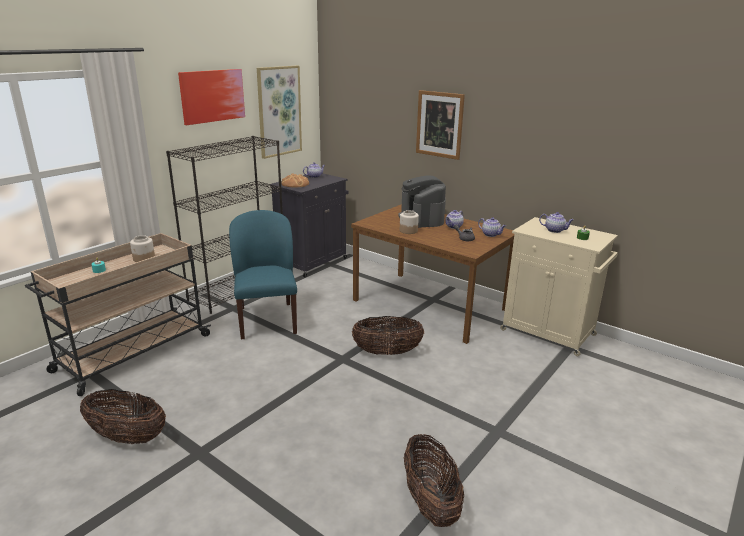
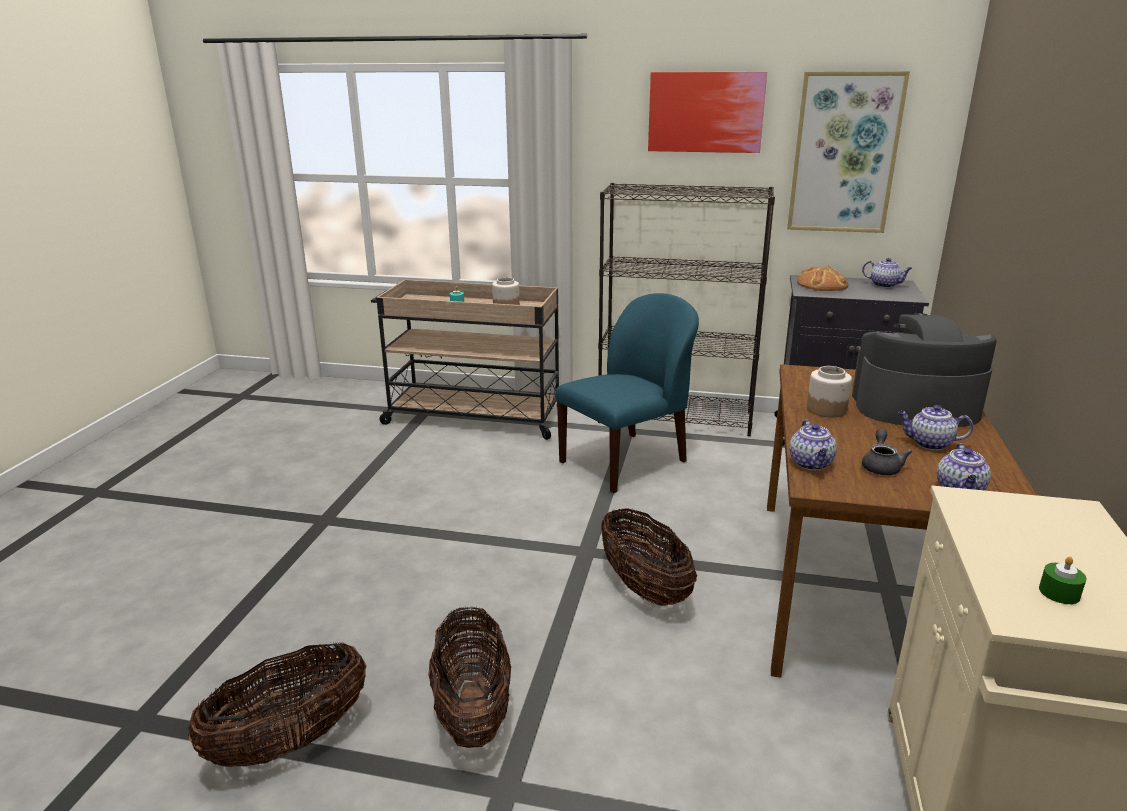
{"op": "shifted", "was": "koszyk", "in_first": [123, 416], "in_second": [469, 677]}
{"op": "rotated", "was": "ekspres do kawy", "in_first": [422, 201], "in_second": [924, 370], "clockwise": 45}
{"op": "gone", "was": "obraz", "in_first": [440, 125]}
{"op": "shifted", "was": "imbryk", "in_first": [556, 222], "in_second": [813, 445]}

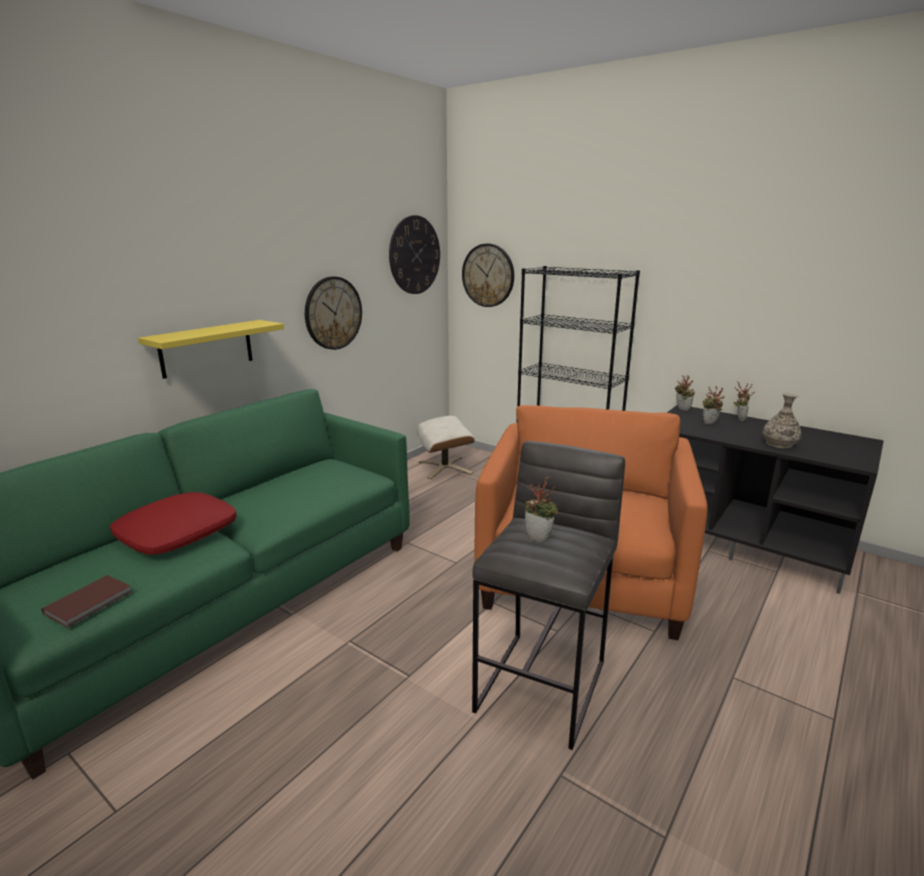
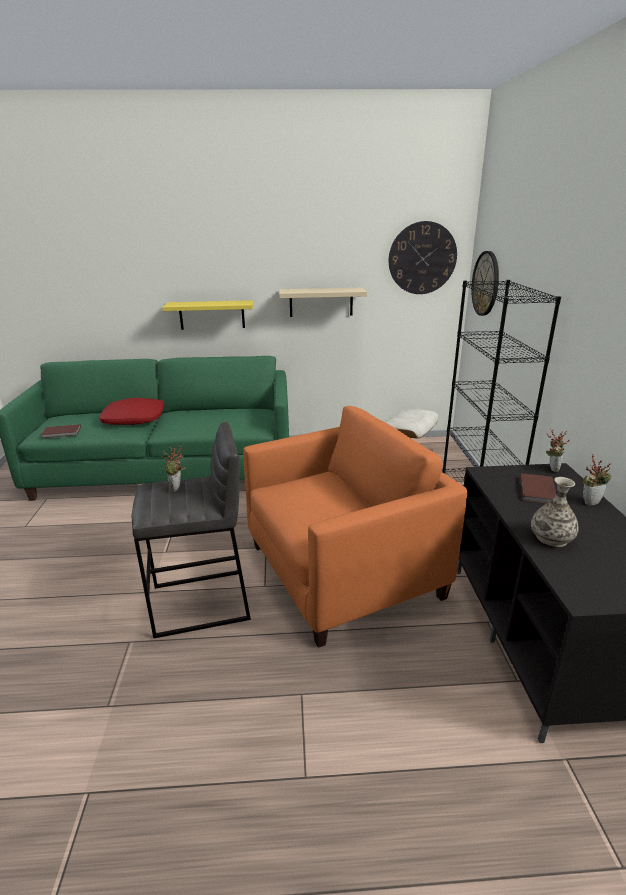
{"op": "swapped", "was": "zegar ścienny", "now": "półka [beżowy]", "in_first": [333, 313], "in_second": [323, 302]}
{"op": "swapped", "was": "roślina doniczkowa", "now": "książka [brązowy]", "in_first": [713, 405], "in_second": [538, 488]}

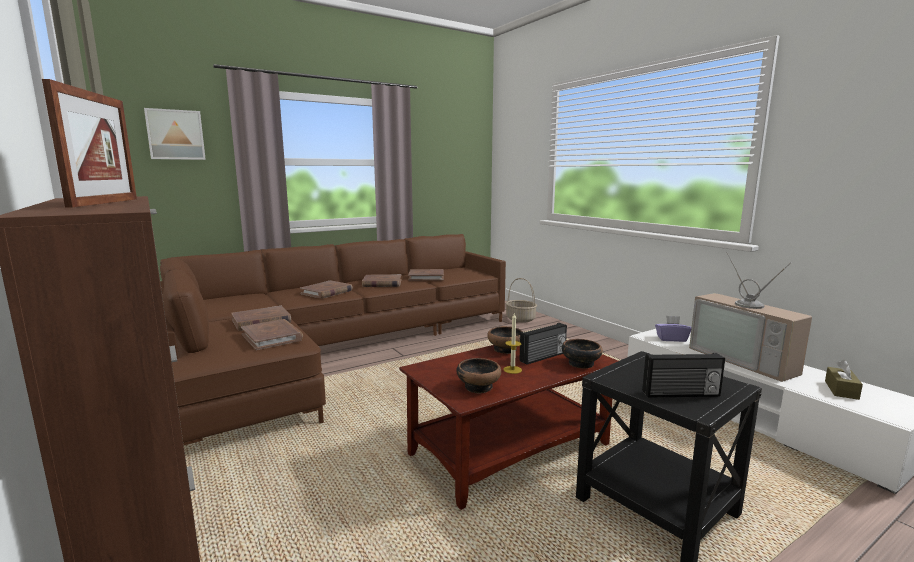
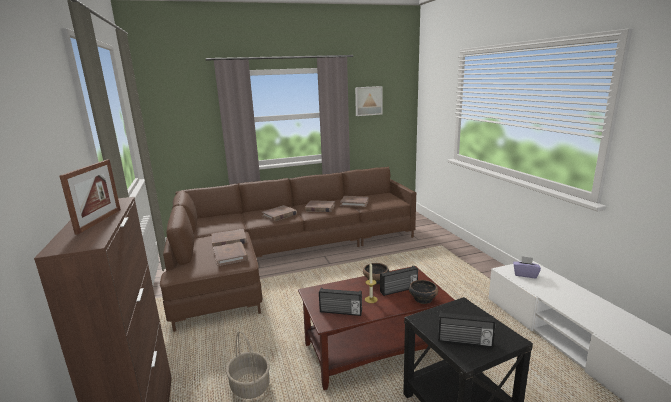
{"op": "shifted", "was": "obraz", "in_first": [175, 134], "in_second": [368, 101]}
{"op": "swapped", "was": "miska", "now": "radio", "in_first": [478, 375], "in_second": [340, 302]}
{"op": "shifted", "was": "koszyk", "in_first": [521, 300], "in_second": [248, 365]}
{"op": "gone", "was": "telewizor", "in_first": [750, 317]}
{"op": "gone", "was": "pudełko chusteczek [brązowy]", "in_first": [844, 380]}

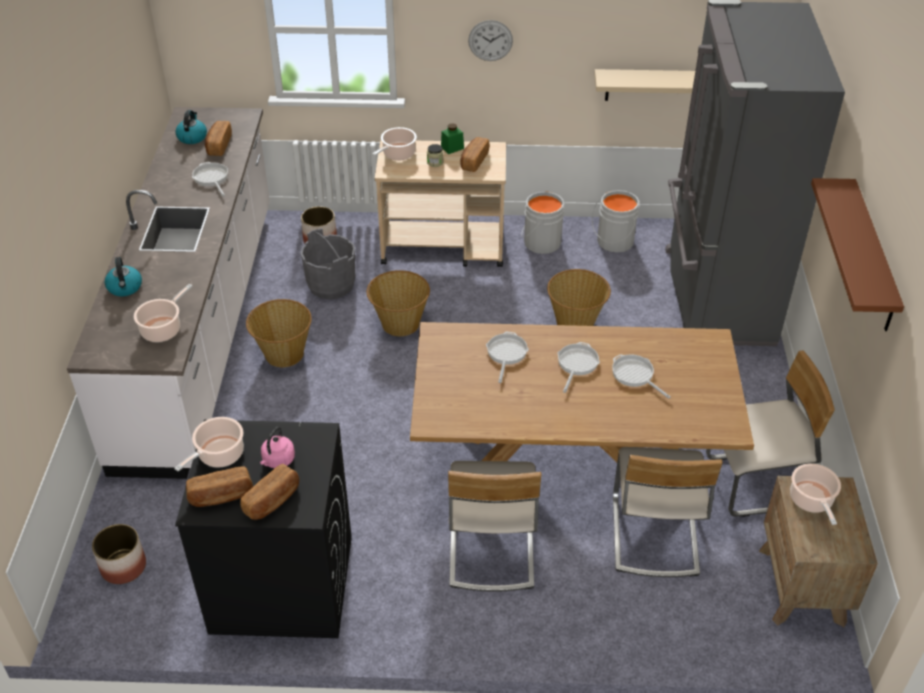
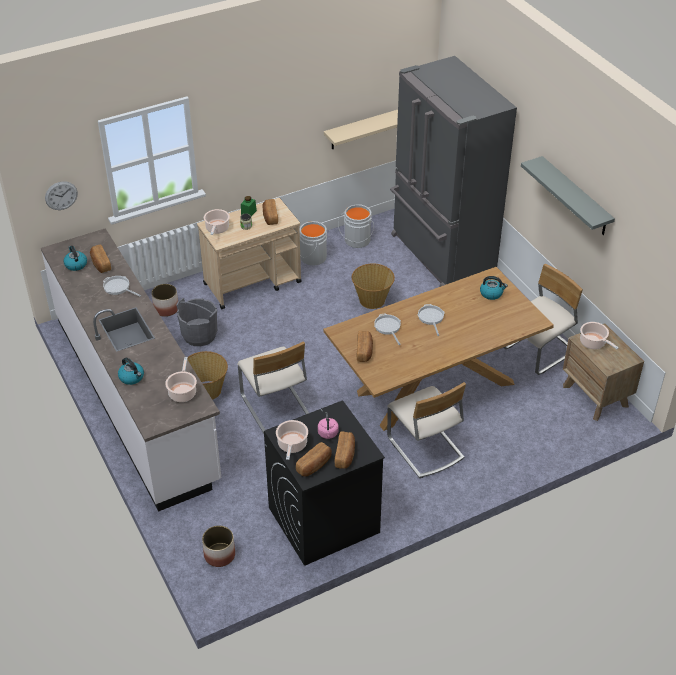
{"op": "gone", "was": "koszyk", "in_first": [398, 303]}
{"op": "shifted", "was": "zegar ścienny", "in_first": [490, 40], "in_second": [61, 195]}
{"op": "gone", "was": "patelnia", "in_first": [641, 376]}
{"op": "shifted", "was": "krzesło [beżowy]", "in_first": [668, 512], "in_second": [273, 387]}
{"op": "repainted", "was": "półka [brązowy]", "now": "półka [szary]", "in_first": [857, 254], "in_second": [568, 195]}
{"op": "new", "now": "chleb", "in_second": [364, 346]}
{"op": "new", "now": "czajnik", "in_second": [494, 288]}

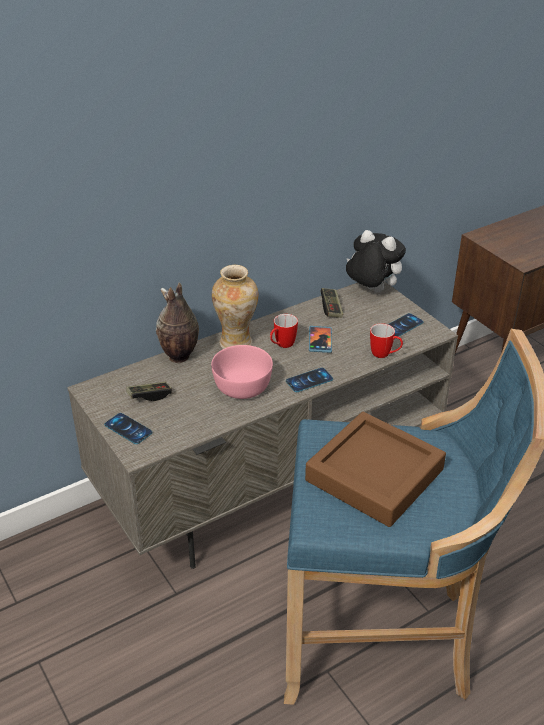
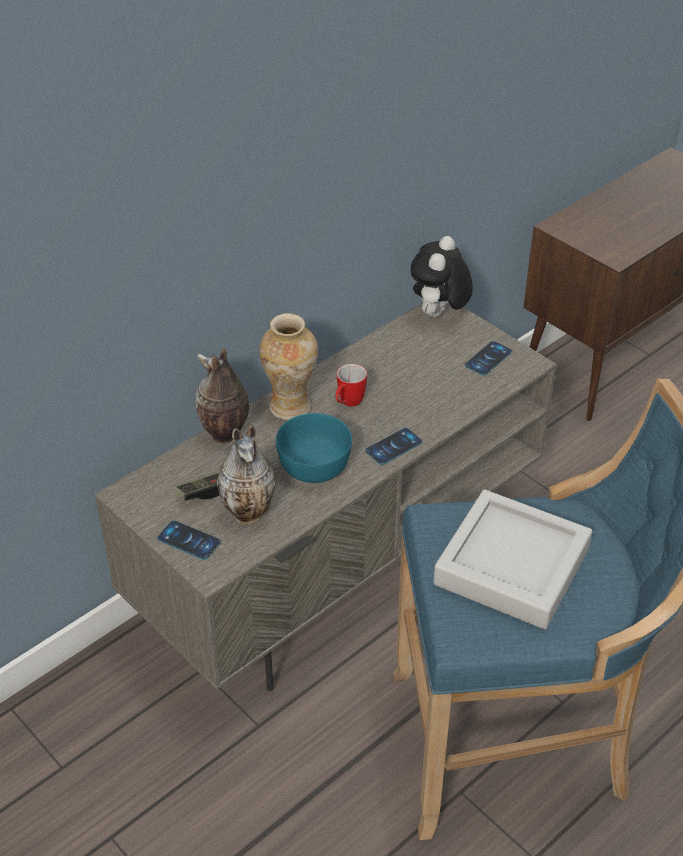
{"op": "repainted", "was": "miska [różowy]", "now": "miska [turkusowy]", "in_first": [242, 372], "in_second": [314, 448]}
{"op": "repainted", "was": "taca [brązowy]", "now": "taca [szary]", "in_first": [375, 469], "in_second": [512, 559]}
{"op": "gone", "was": "telefon", "in_first": [320, 339]}
{"op": "gone", "was": "pad do gier", "in_first": [332, 303]}
{"op": "rotated", "was": "pluszak", "in_first": [376, 261], "in_second": [442, 276], "clockwise": -90}
{"op": "gone", "was": "kubek", "in_first": [386, 340]}
{"op": "new", "now": "wazon", "in_second": [247, 475]}

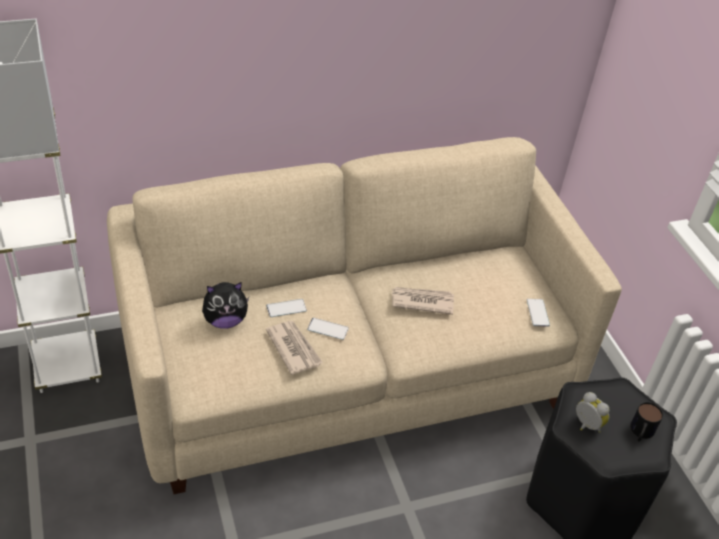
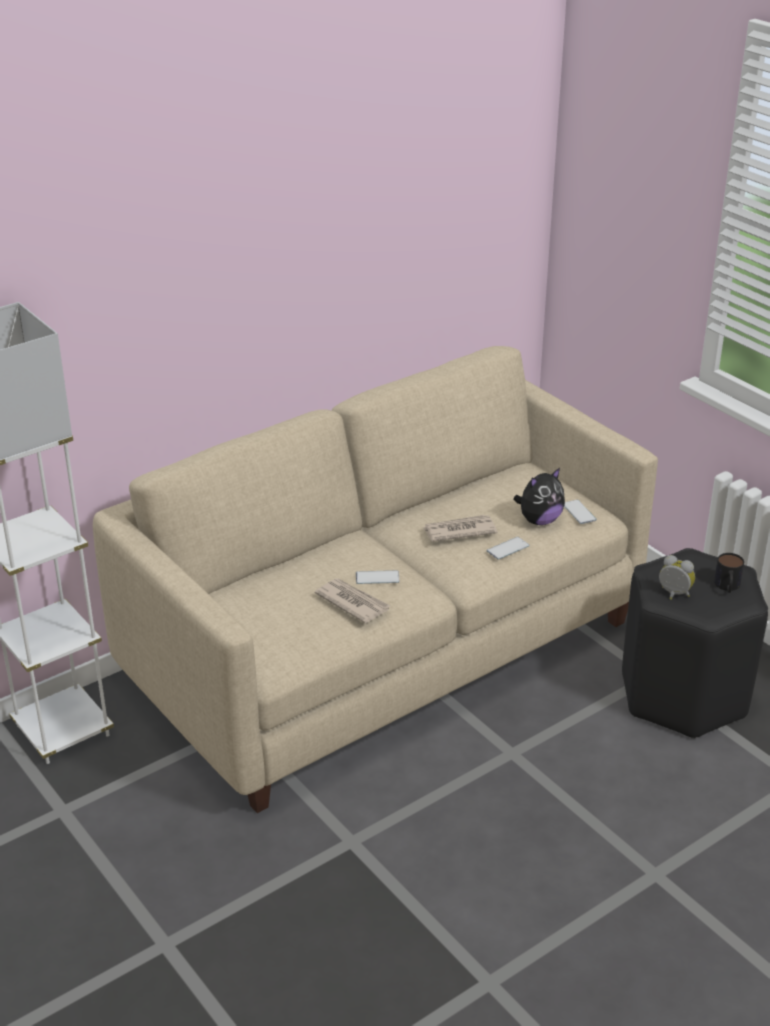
{"op": "shifted", "was": "pluszak", "in_first": [225, 305], "in_second": [539, 496]}
{"op": "shifted", "was": "telefon", "in_first": [286, 308], "in_second": [508, 548]}

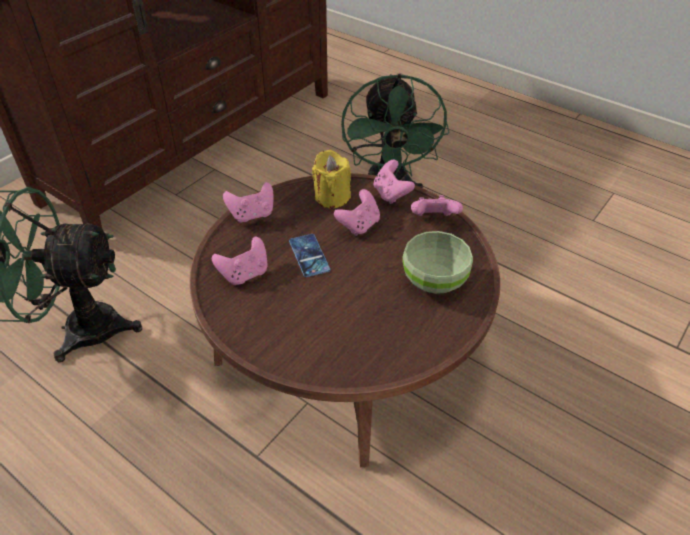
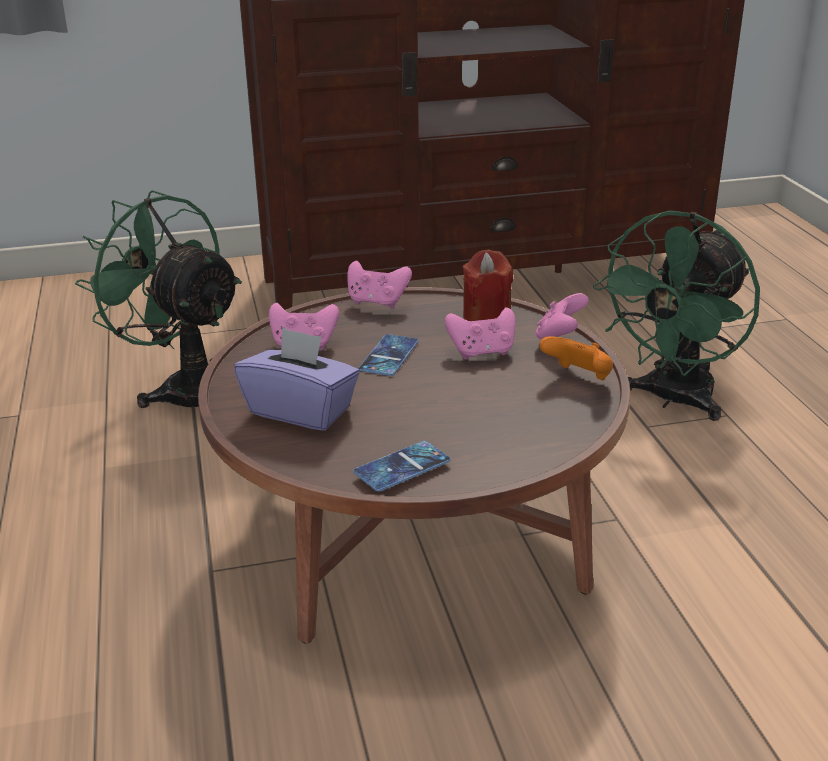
{"op": "repainted", "was": "świeca [żółty]", "now": "świeca [czerwony]", "in_first": [331, 179], "in_second": [488, 285]}
{"op": "gone", "was": "miska [zielony]", "in_first": [437, 262]}
{"op": "repainted", "was": "pad do gier [różowy]", "now": "pad do gier [pomarańczowy]", "in_first": [437, 205], "in_second": [576, 358]}
{"op": "new", "now": "pudełko chusteczek [fioletowy]", "in_second": [296, 379]}
{"op": "new", "now": "telefon", "in_second": [401, 466]}

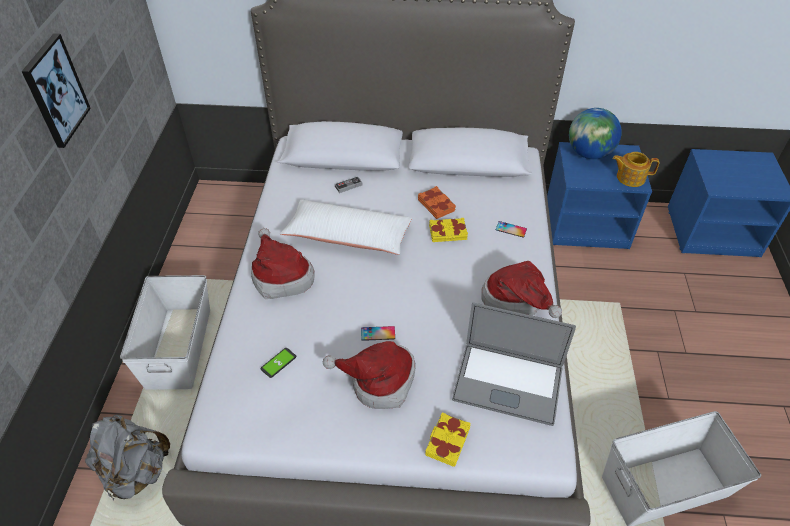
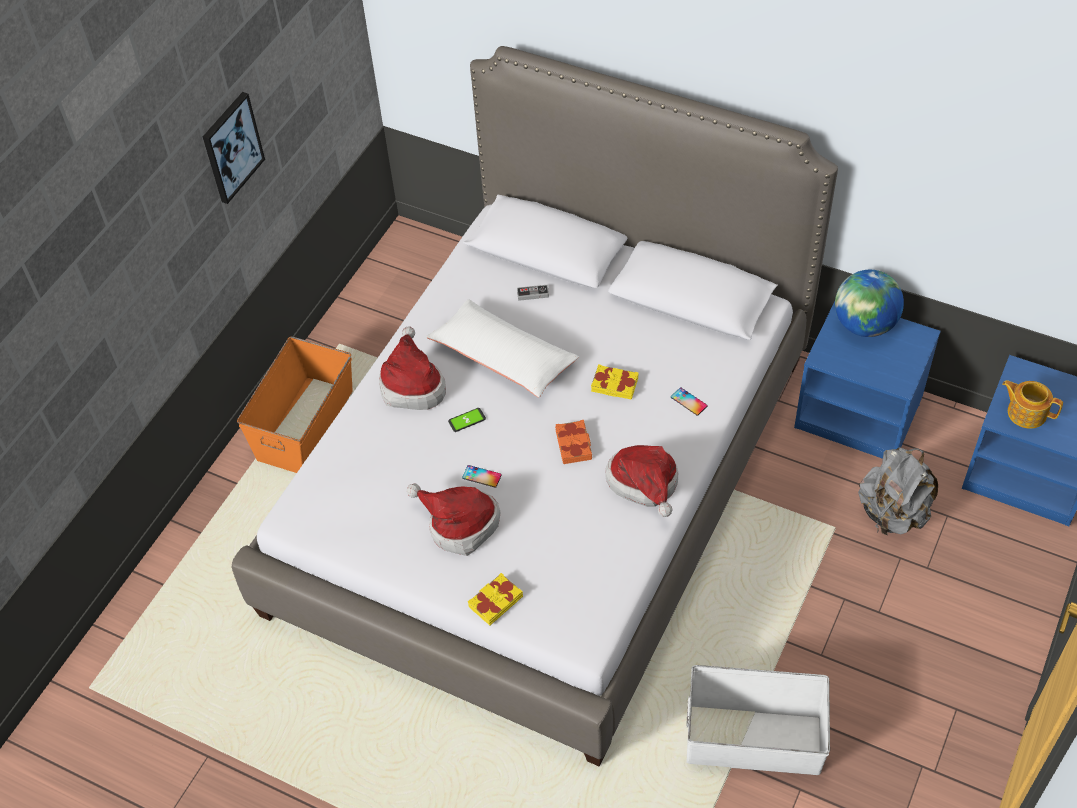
{"op": "shifted", "was": "plecak [szary]", "in_first": [127, 458], "in_second": [898, 491]}
{"op": "repainted", "was": "pojemnik do przechowywania [biały]", "now": "pojemnik do przechowywania [pomarańczowy]", "in_first": [165, 332], "in_second": [295, 404]}
{"op": "shifted", "was": "telefon", "in_first": [278, 363], "in_second": [467, 420]}
{"op": "shifted", "was": "książka [pomarańczowy]", "in_first": [437, 202], "in_second": [573, 442]}
{"op": "gone", "was": "laptop", "in_first": [514, 364]}
{"op": "shifted", "was": "imbryk", "in_first": [636, 169], "in_second": [1032, 404]}

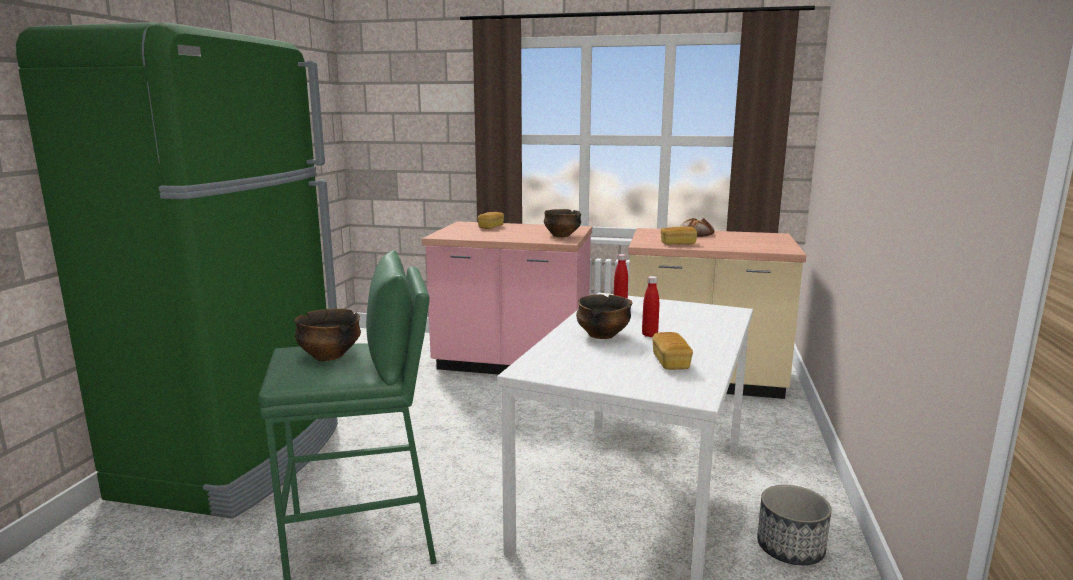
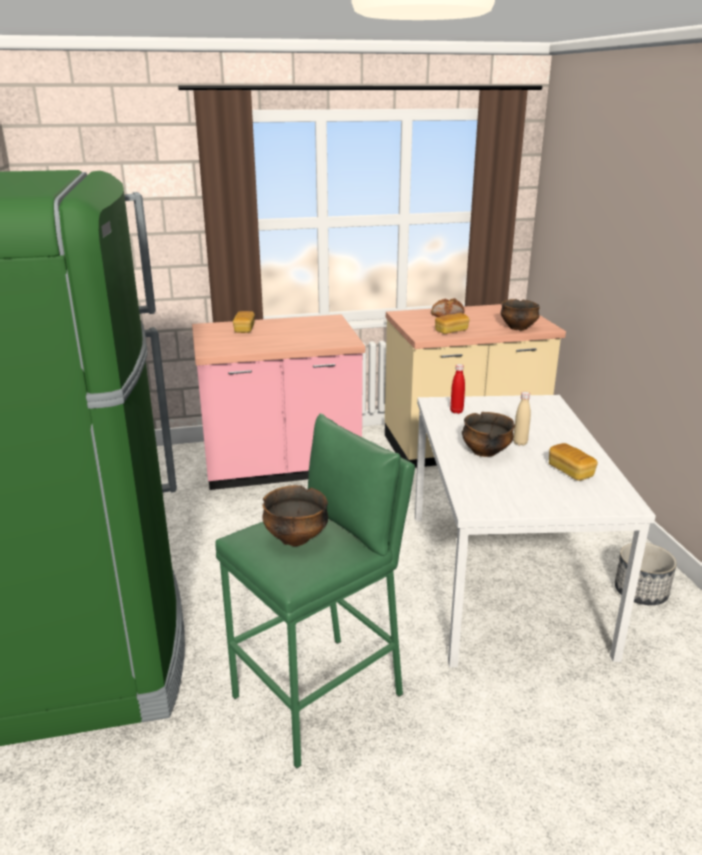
{"op": "shifted", "was": "miska", "in_first": [562, 223], "in_second": [520, 314]}
{"op": "repainted", "was": "butelka [czerwony]", "now": "butelka [beżowy]", "in_first": [650, 306], "in_second": [522, 419]}

